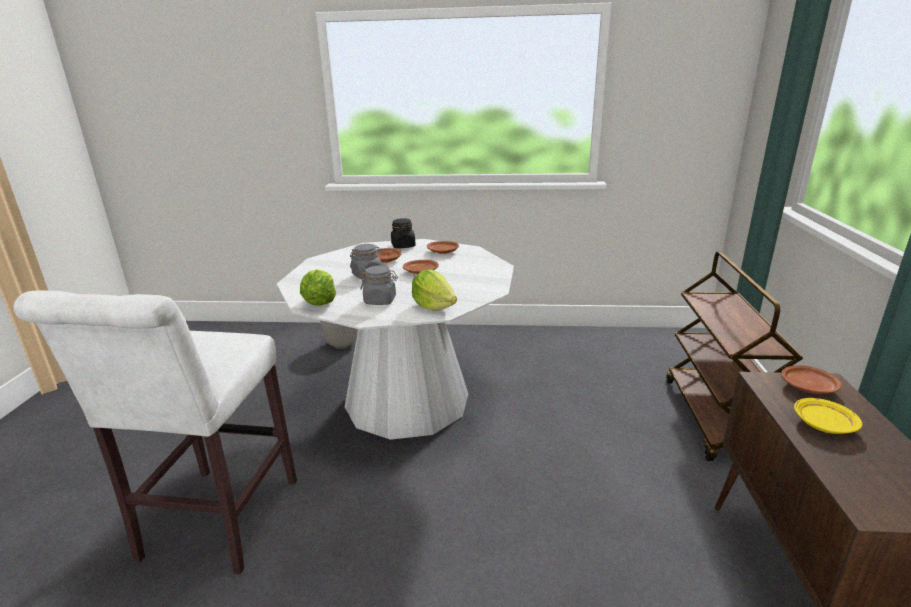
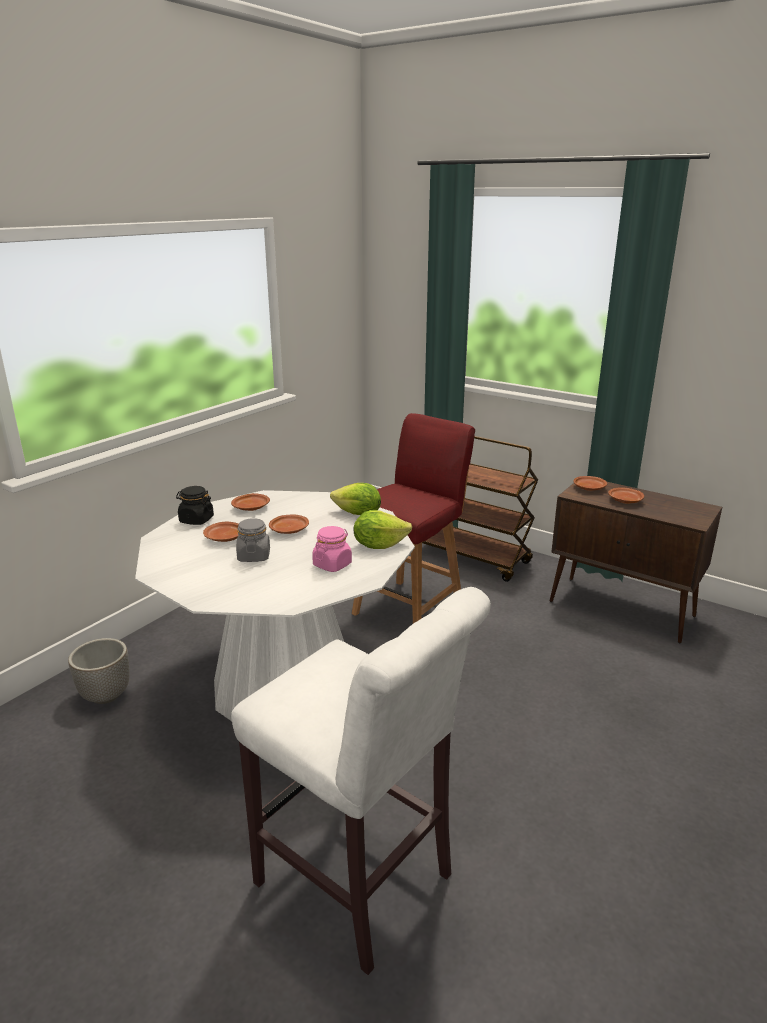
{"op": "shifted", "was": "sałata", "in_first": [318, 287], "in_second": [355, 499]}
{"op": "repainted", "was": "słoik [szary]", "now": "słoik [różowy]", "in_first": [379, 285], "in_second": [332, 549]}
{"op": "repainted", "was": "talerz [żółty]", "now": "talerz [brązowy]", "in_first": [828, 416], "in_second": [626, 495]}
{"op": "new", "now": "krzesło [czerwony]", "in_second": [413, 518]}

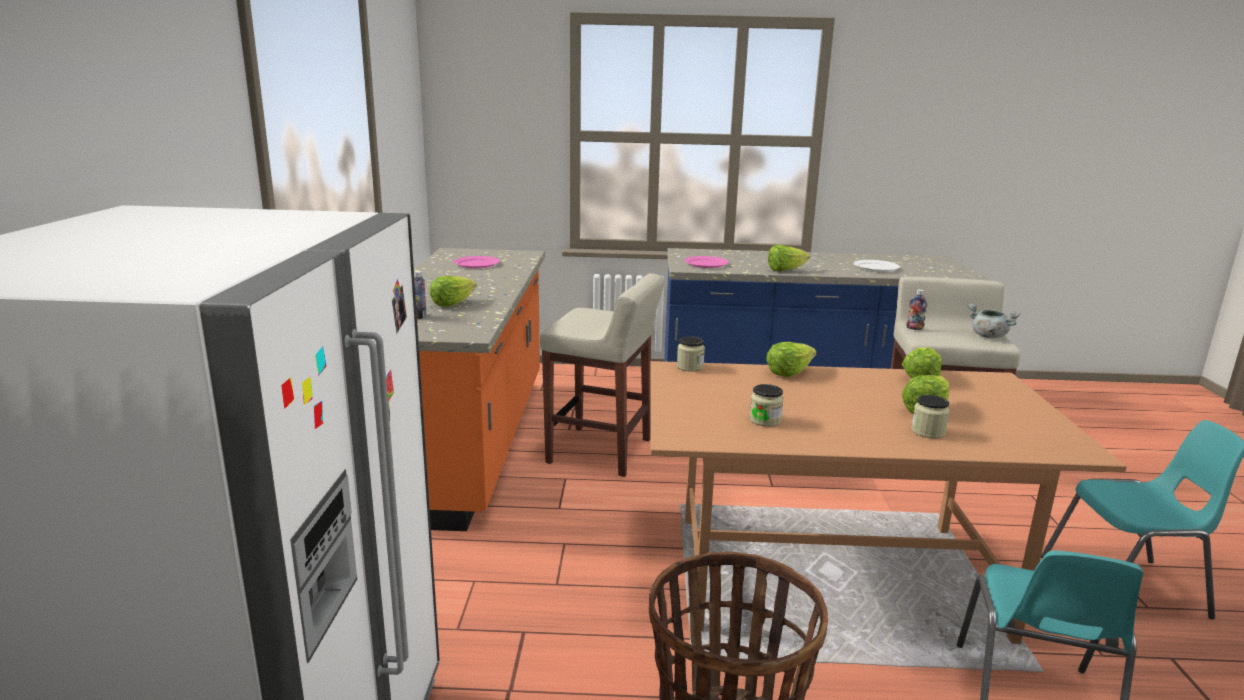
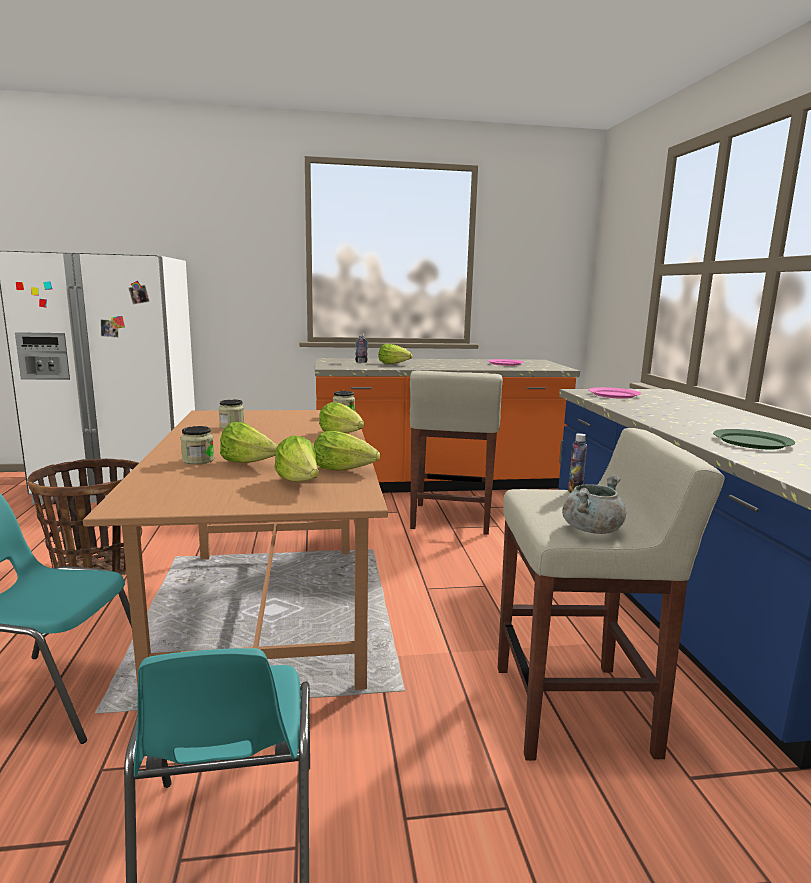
{"op": "shifted", "was": "sałata", "in_first": [789, 258], "in_second": [297, 459]}
{"op": "repainted", "was": "talerz [biały]", "now": "talerz [zielony]", "in_first": [877, 266], "in_second": [754, 439]}

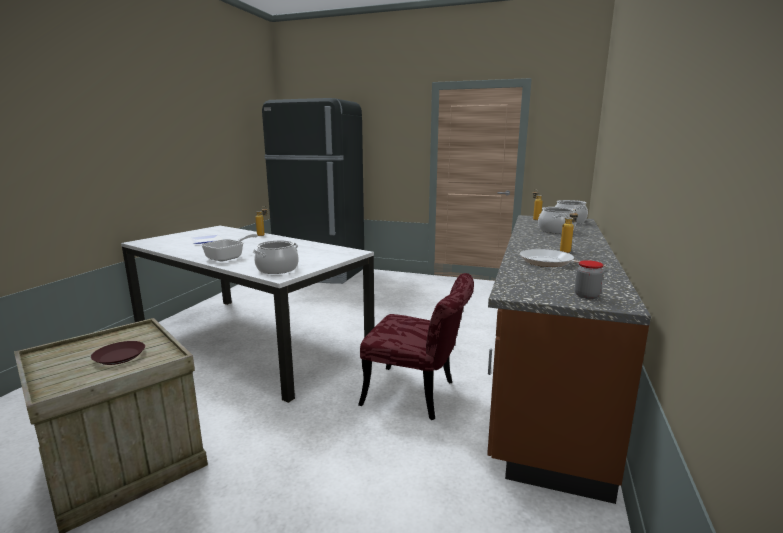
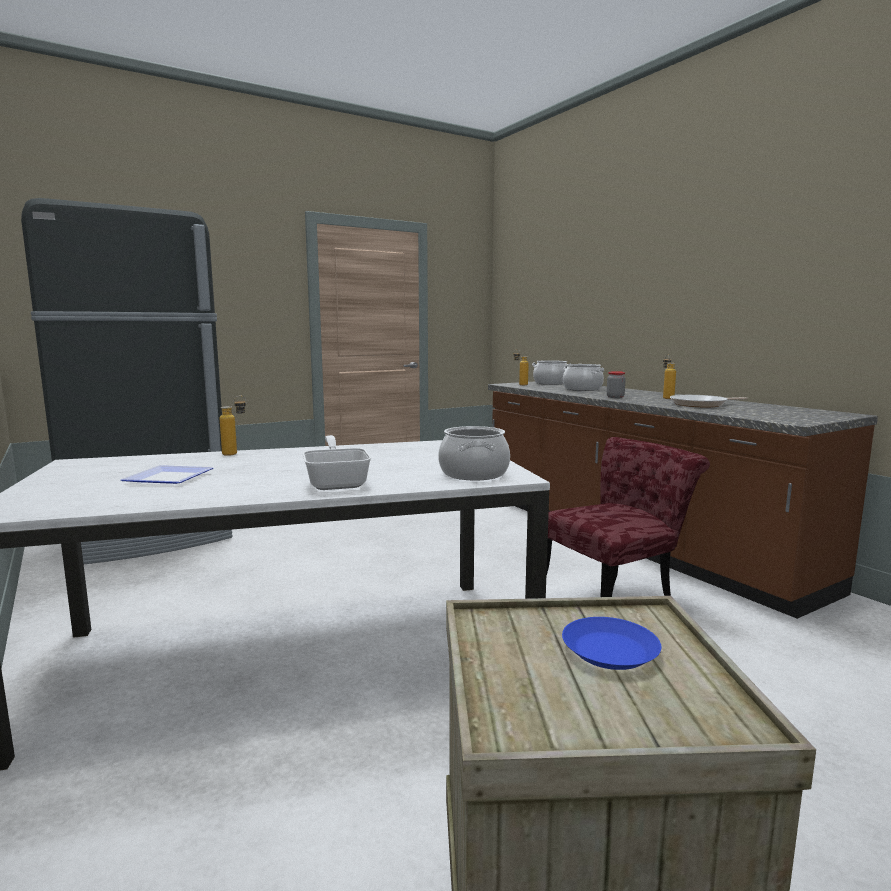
{"op": "repainted", "was": "talerz [brązowy]", "now": "talerz [niebieski]", "in_first": [118, 353], "in_second": [611, 643]}
{"op": "shifted", "was": "słoik", "in_first": [589, 279], "in_second": [616, 384]}

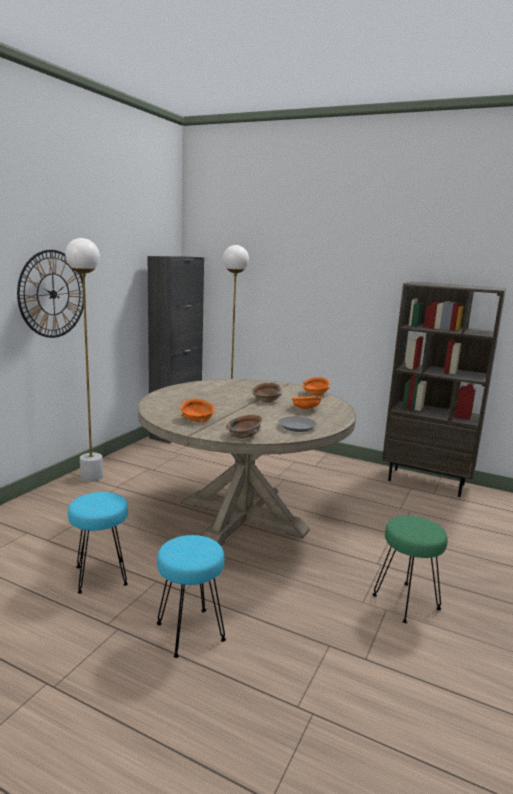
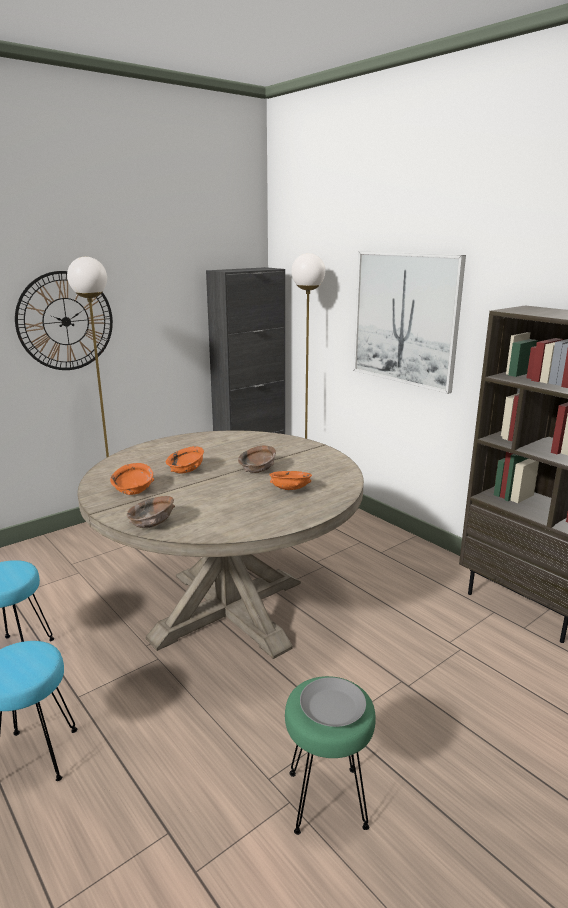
{"op": "shifted", "was": "talerz [szary]", "in_first": [297, 424], "in_second": [333, 702]}
{"op": "shifted", "was": "miska [pomarańczowy]", "in_first": [316, 386], "in_second": [185, 460]}
{"op": "new", "now": "obraz", "in_second": [409, 322]}

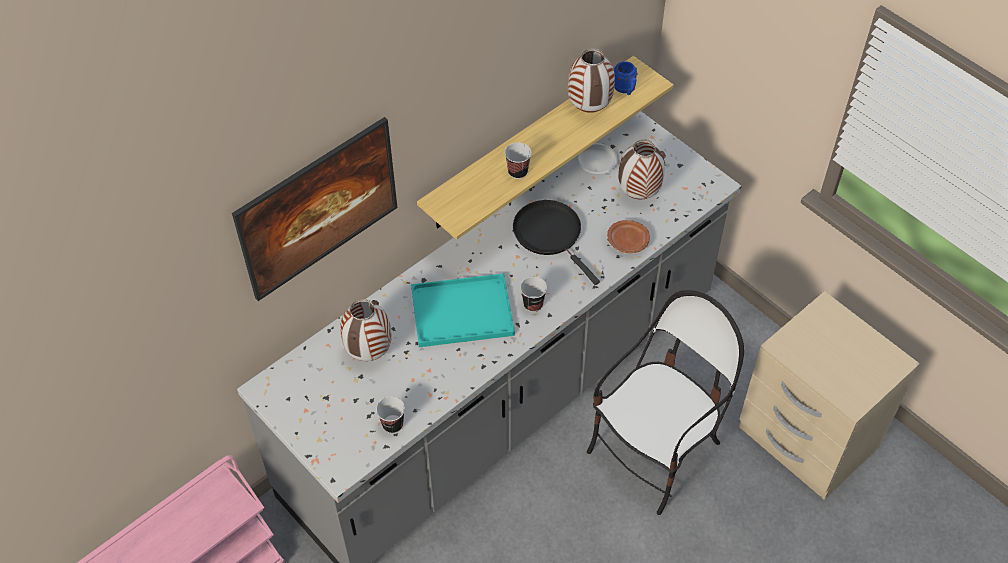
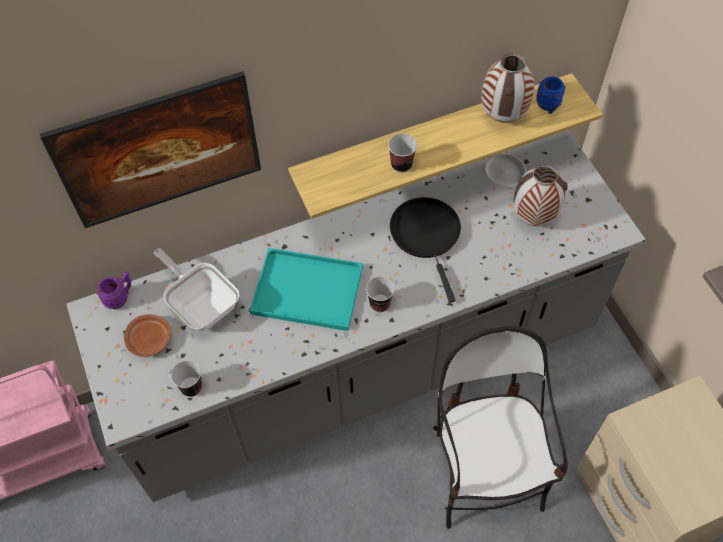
{"op": "swapped", "was": "wazon", "now": "patelnia", "in_first": [366, 330], "in_second": [196, 289]}
{"op": "rotated", "was": "krzesło", "in_first": [665, 402], "in_second": [500, 427], "clockwise": -75}
{"op": "shifted", "was": "talerz [brązowy]", "in_first": [628, 236], "in_second": [147, 335]}
{"op": "new", "now": "kubek [fioletowy]", "in_second": [113, 290]}

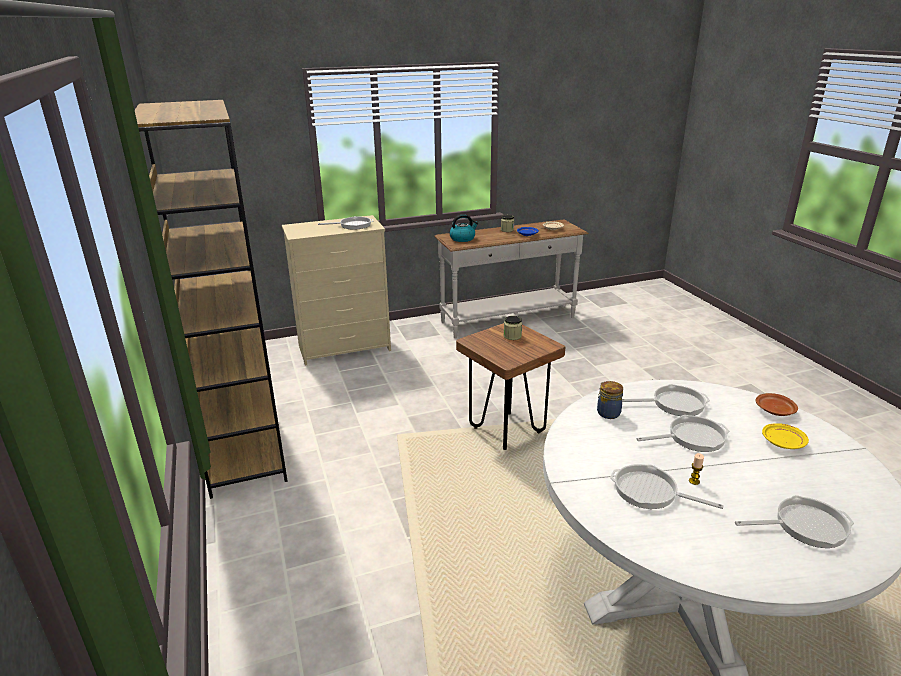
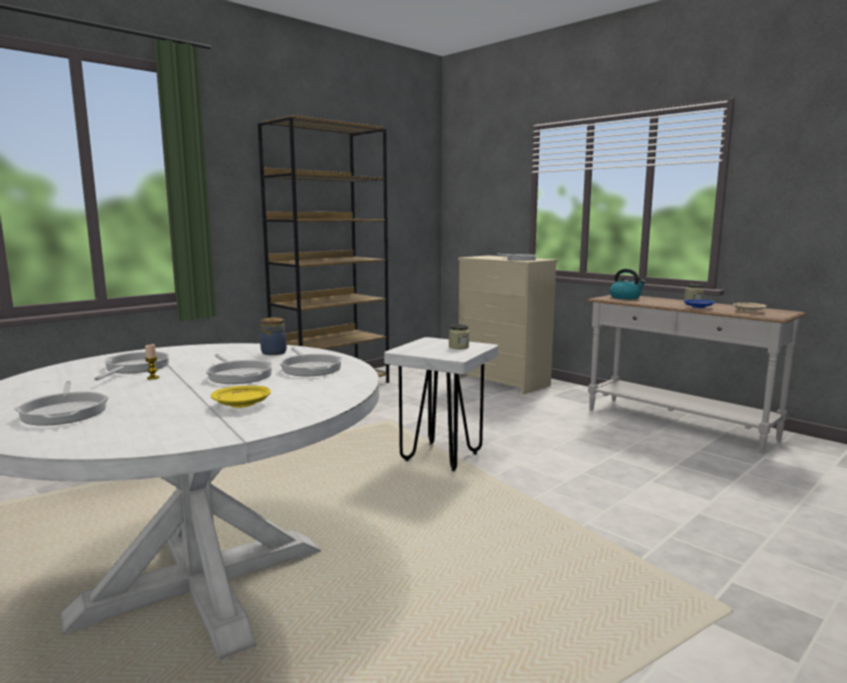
{"op": "repainted", "was": "stołek [brązowy]", "now": "stołek [biały]", "in_first": [510, 386], "in_second": [441, 404]}
{"op": "gone", "was": "talerz [brązowy]", "in_first": [777, 404]}

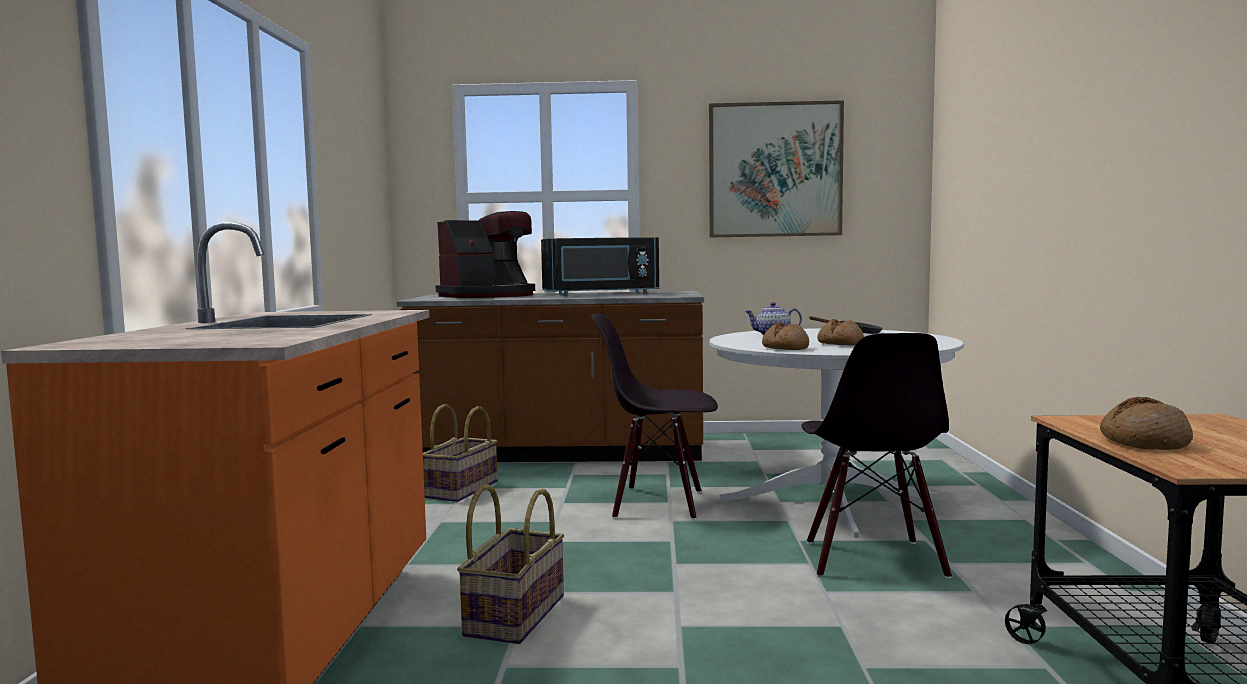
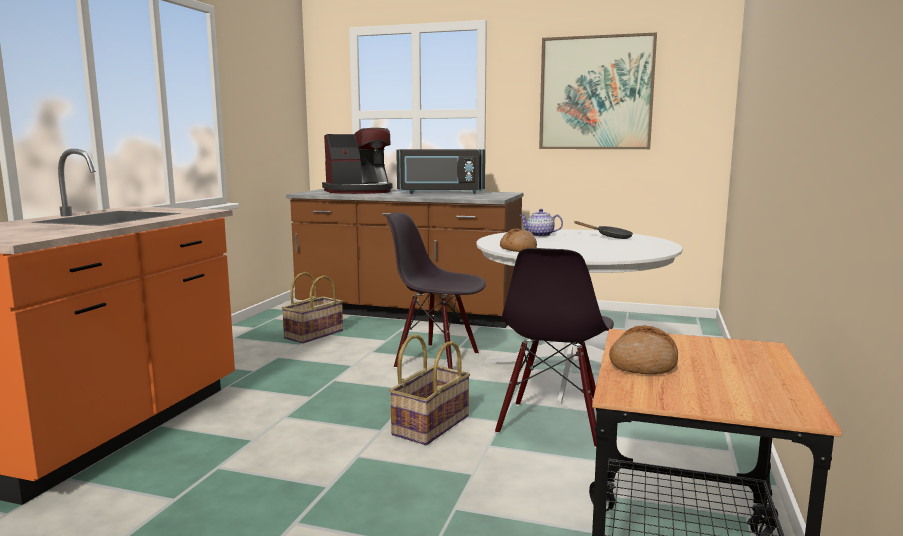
{"op": "shifted", "was": "koszyk", "in_first": [510, 564], "in_second": [429, 389]}
{"op": "gone", "was": "chleb", "in_first": [840, 332]}

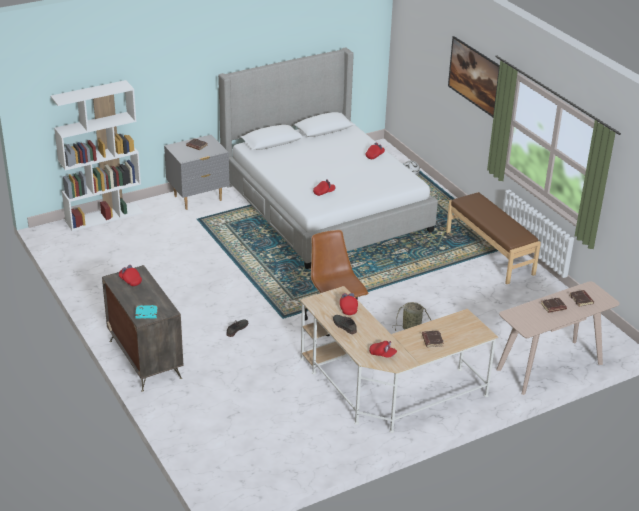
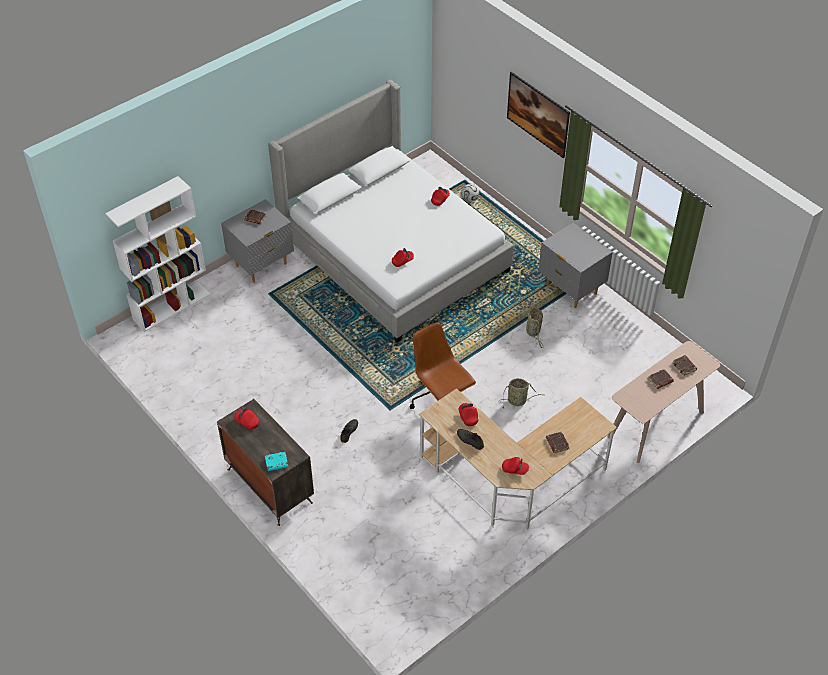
{"op": "swapped", "was": "ławka [brązowy]", "now": "szafka nocna [szary]", "in_first": [493, 238], "in_second": [576, 265]}
{"op": "new", "now": "koszyk", "in_second": [531, 327]}

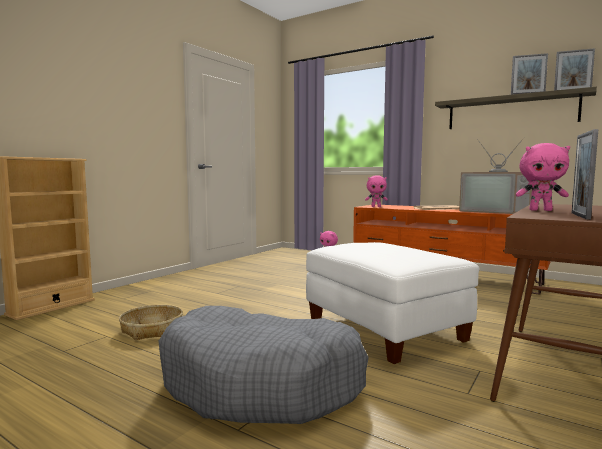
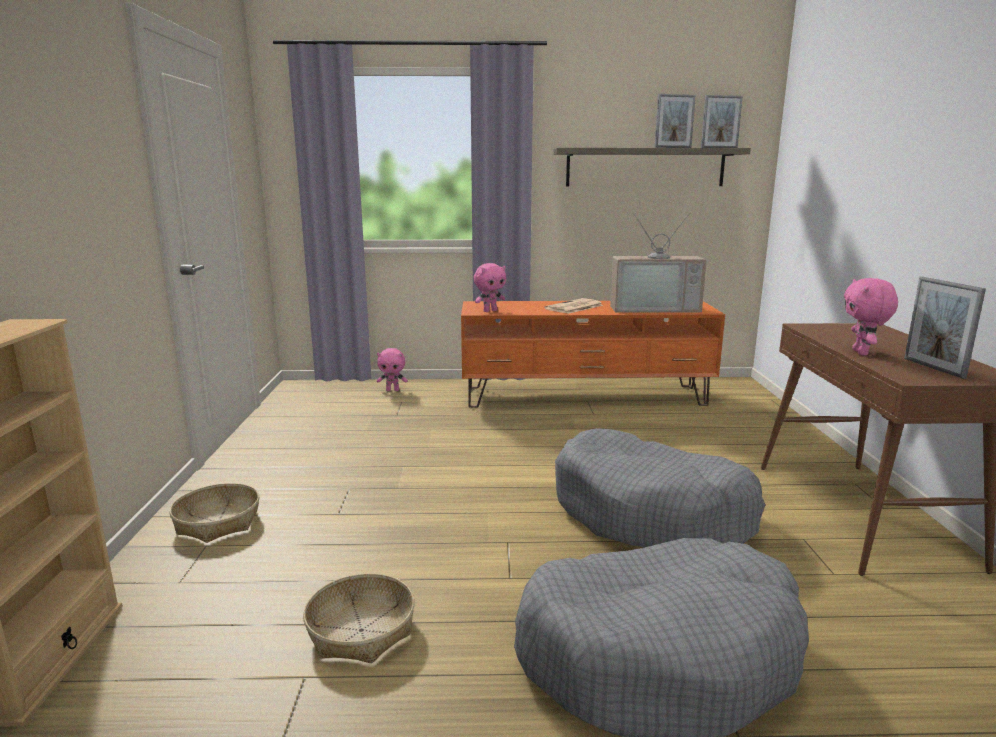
{"op": "swapped", "was": "pufa [biały]", "now": "legowisko [szary]", "in_first": [392, 303], "in_second": [660, 487]}
{"op": "rotated", "was": "pluszak [różowy]", "in_first": [543, 177], "in_second": [871, 317], "clockwise": 120}
{"op": "new", "now": "koszyk", "in_second": [214, 513]}

